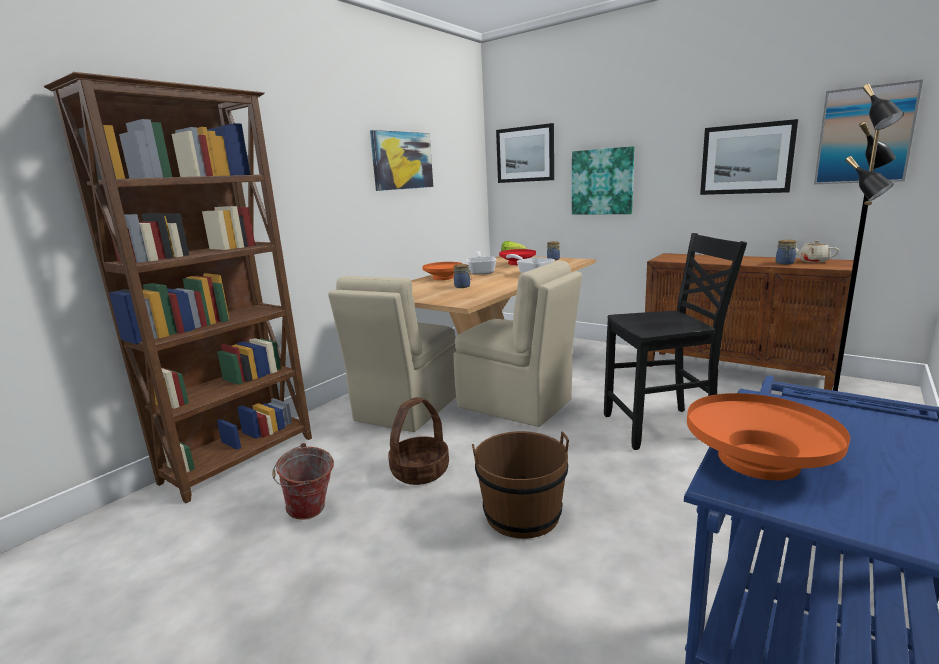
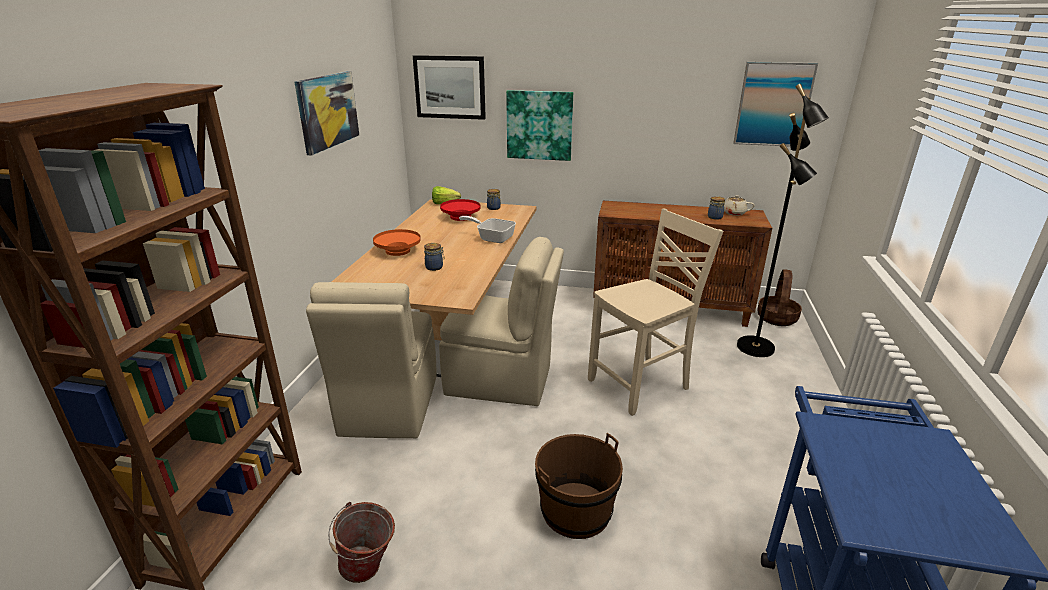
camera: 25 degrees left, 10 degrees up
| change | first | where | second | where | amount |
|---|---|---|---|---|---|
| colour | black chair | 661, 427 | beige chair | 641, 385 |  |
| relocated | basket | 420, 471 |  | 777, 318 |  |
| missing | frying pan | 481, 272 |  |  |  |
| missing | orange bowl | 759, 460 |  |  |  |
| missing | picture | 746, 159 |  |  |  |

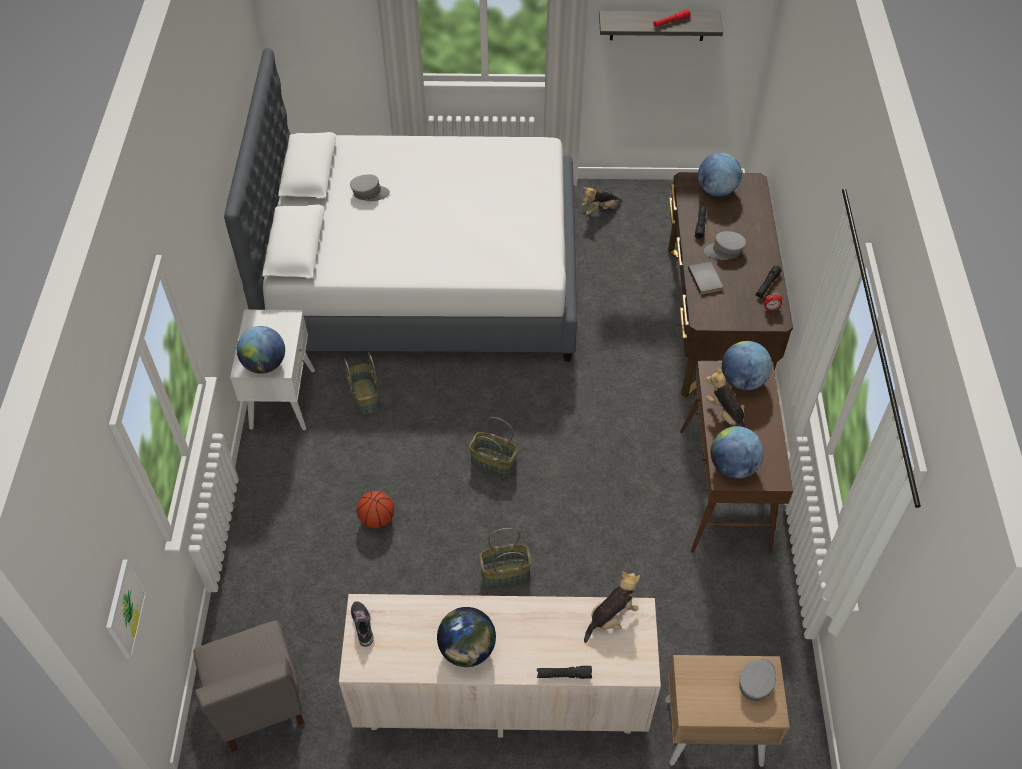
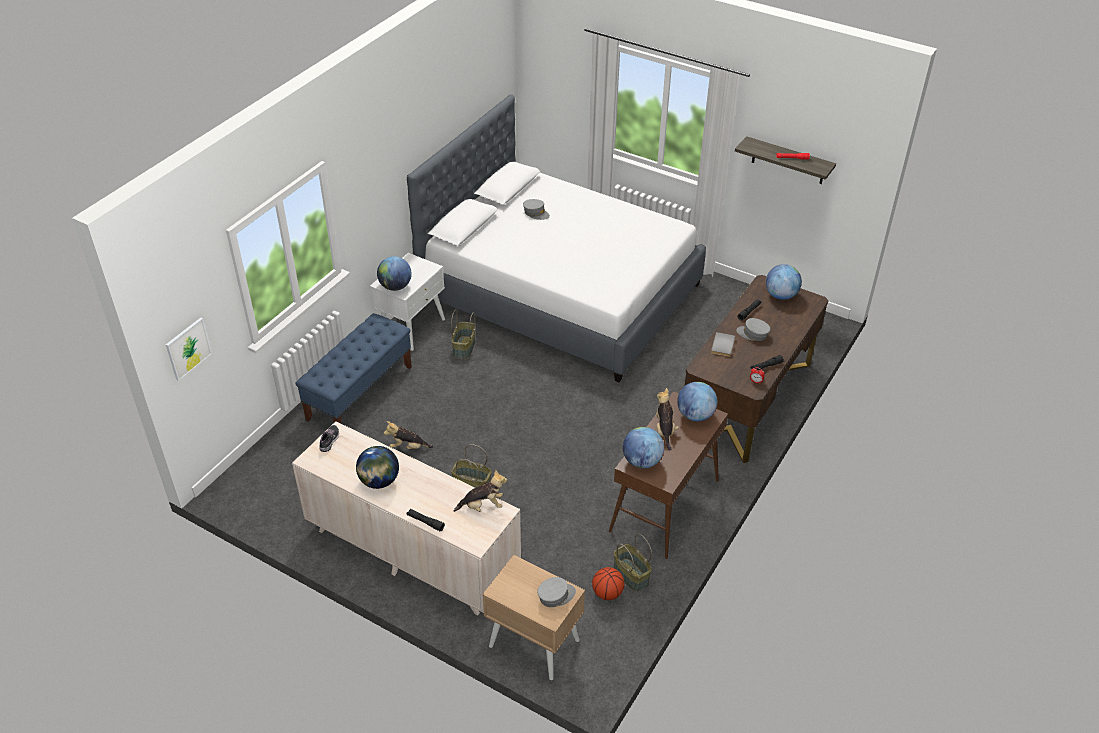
camera: 30 degrees right, 10 degrees down
| change | first | where | second | where | amount |
|---|---|---|---|---|---|
| appeared |  |  | blue bench | 360, 392 |  |
| relocated | plush toy | 599, 209 |  | 408, 447 |  |
| relocated | basketball | 377, 519 |  | 607, 593 |  |
| relocated | basket | 493, 462 |  | 630, 575 |  |
| missing | grey chair | 257, 701 |  |  |  |

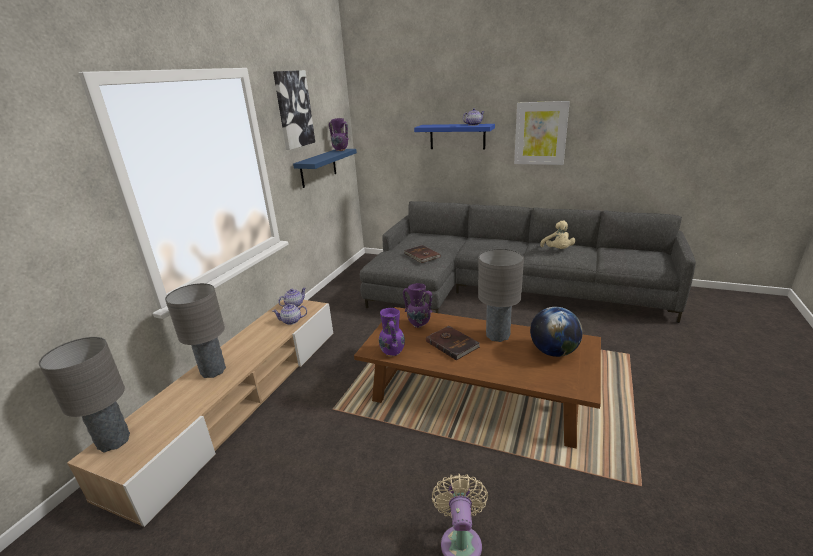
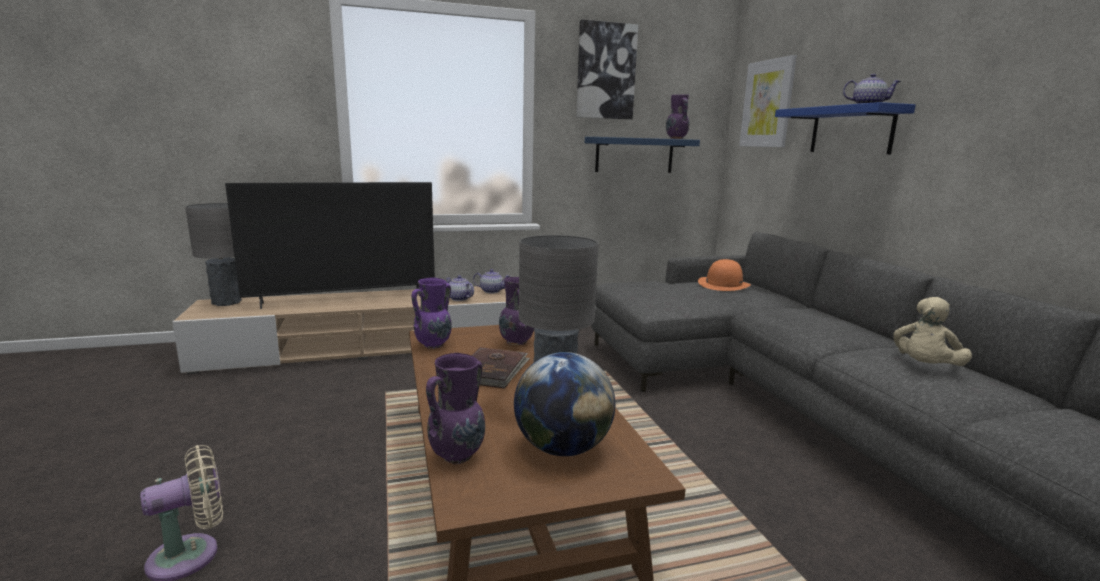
camera: 50 degrees right, 10 degrees down
| change | first | where | second | where | amount |
|---|---|---|---|---|---|
| exchanged | grey table lamp | 213, 371 | television | 344, 299 |  |
| appeared |  |  | purple vase | 458, 456 |  |
| appeared |  |  | orange hat | 723, 284 |  |
| relocated | picture | 540, 133 |  | 767, 104 |  |
| missing | brown book | 421, 256 |  |  |  |

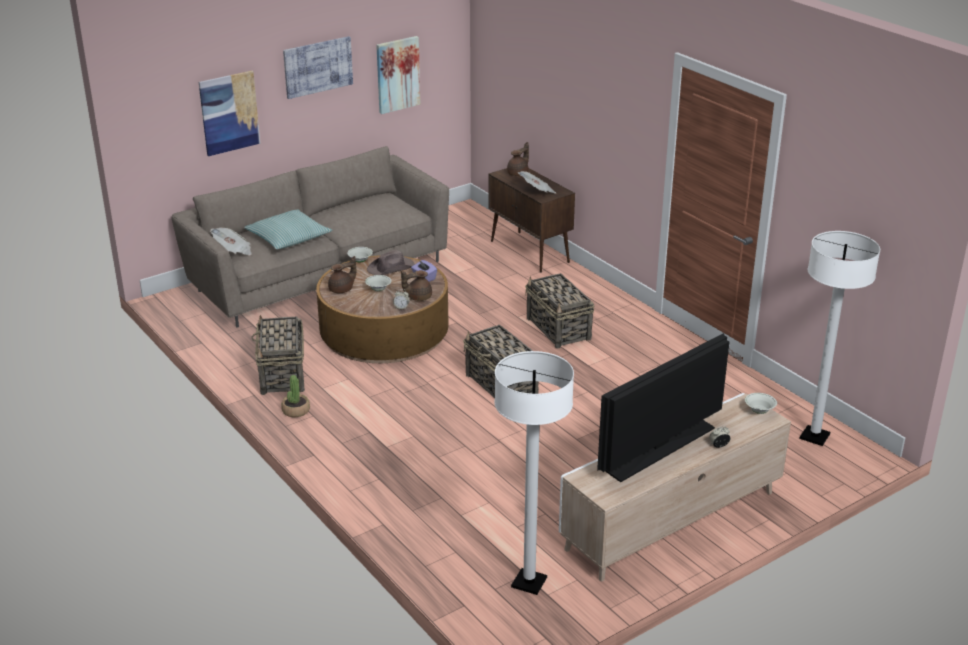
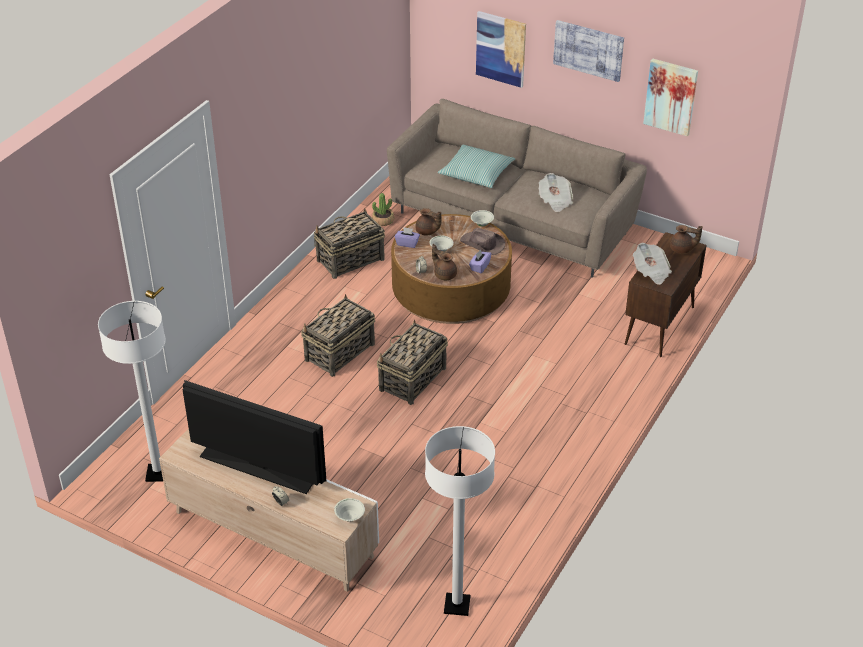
camera: 65 degrees right, 10 degrees up
| change | first | where | second | where | amount |
|---|---|---|---|---|---|
| relocated | basket | 558, 329 |  | 339, 352 |  |
| relocated | potted plant | 296, 410 |  | 383, 220 |  |
| appeared |  |  | purple tissue box | 407, 243 |  |
| relocated | newspaper | 233, 251 |  | 555, 201 |  |

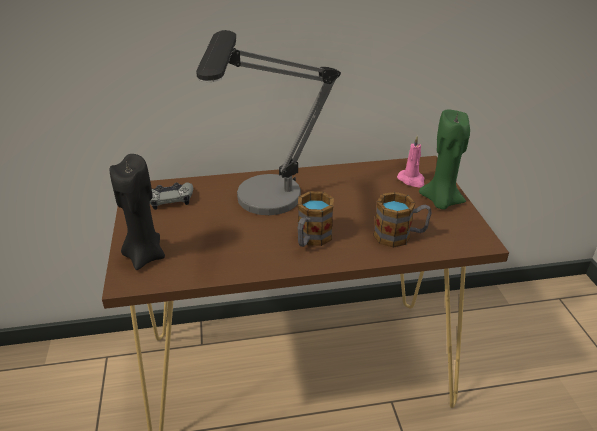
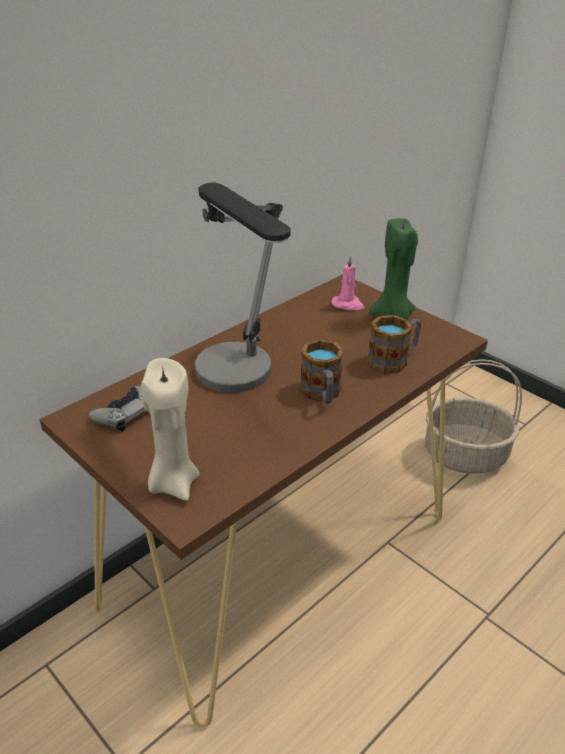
camera: 35 degrees left, 0 degrees up
| change | first | where | second | where | amount |
|---|---|---|---|---|---|
| colour | black candle | 145, 256 | beige candle | 173, 483 |  |
| appeared |  |  | basket | 465, 454 |  |

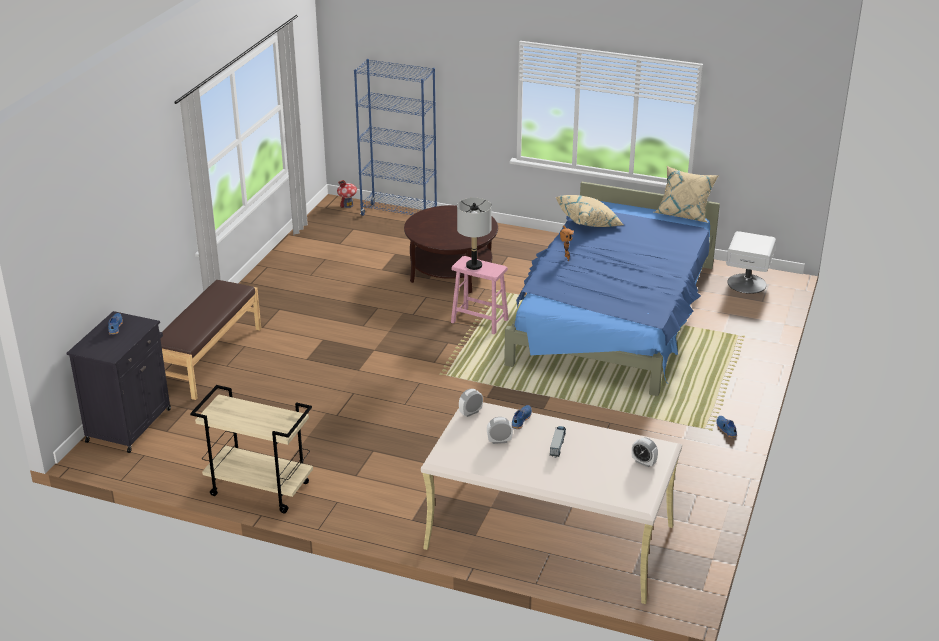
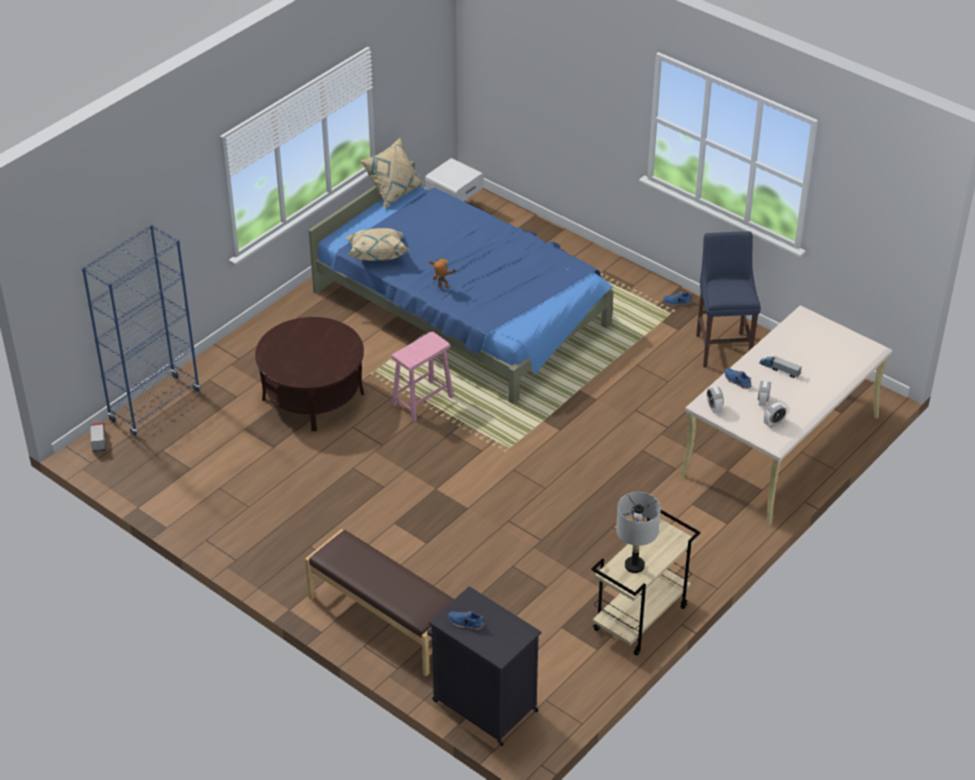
camera: 70 degrees left, 10 degrees up
| change | first | where | second | where | amount |
|---|---|---|---|---|---|
| exchanged | toy house | 347, 205 | toy truck | 99, 442 |  |
| relocated | grey table lamp | 474, 265 |  | 634, 566 |  |
| appeared |  |  | blue stool | 723, 347 |  |
| relocated | alarm clock | 643, 462 |  | 773, 423 |  |

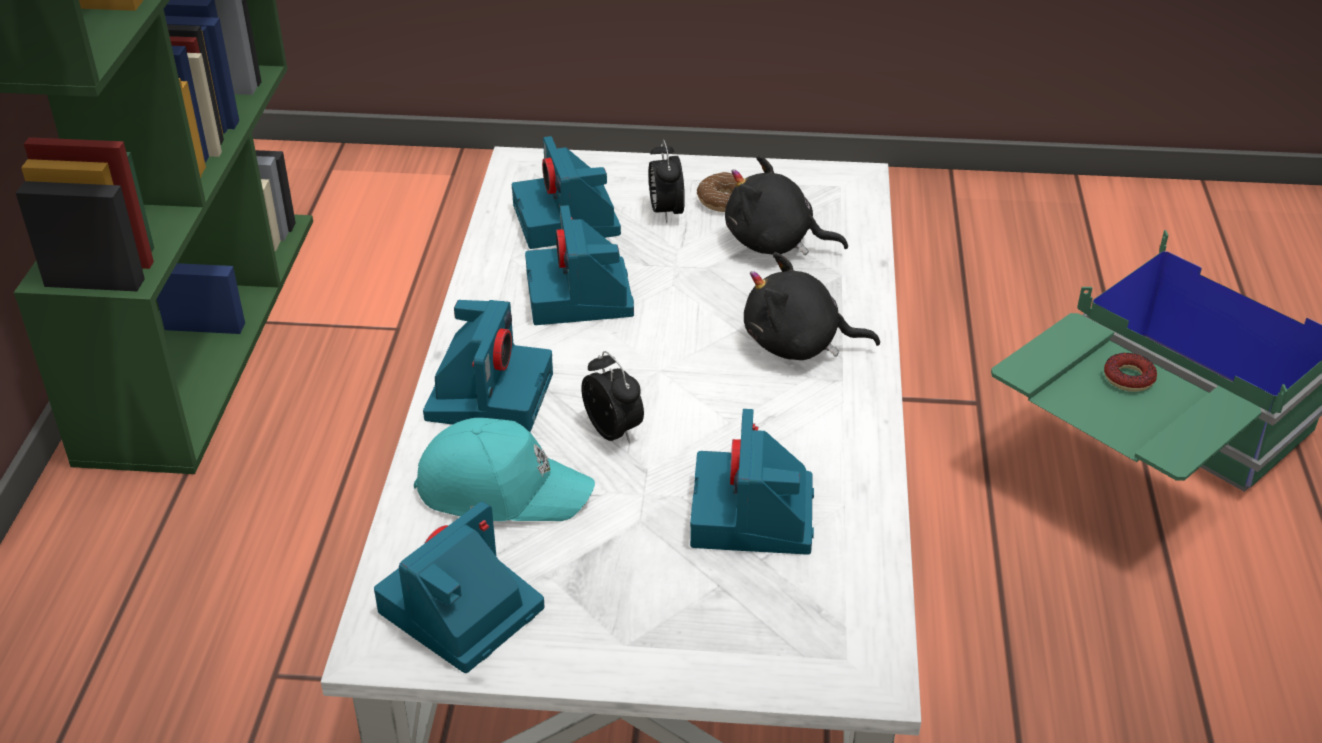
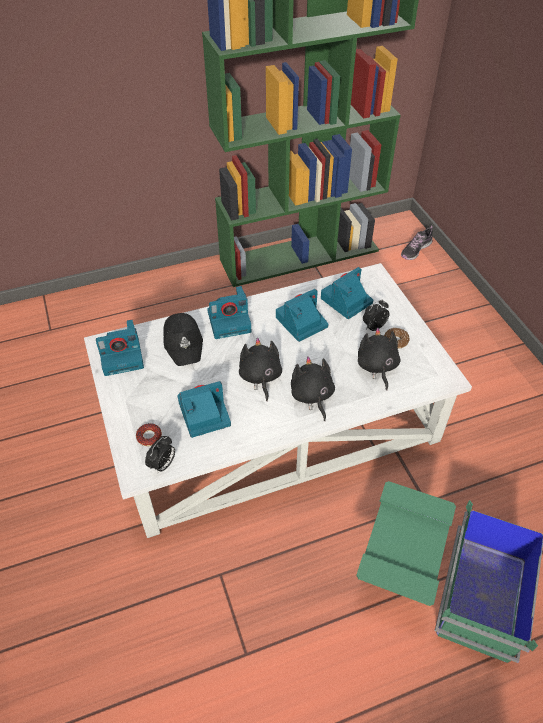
camera: 65 degrees right, 10 degrees up
| change | first | where | second | where | amount |
|---|---|---|---|---|---|
| spun | photo camera | 459, 612 |  | 123, 356 | 150 degrees clockwise |
| relocated | donut | 1128, 378 |  | 149, 437 |  |
| relocated | alarm clock | 614, 431 |  | 162, 465 |  |
| colour | turquoise cap | 502, 489 | black cap | 184, 343 |  |
| appeared |  |  | black plush toy | 260, 377 |  |
| appeared |  |  | shoe | 415, 250 |  |

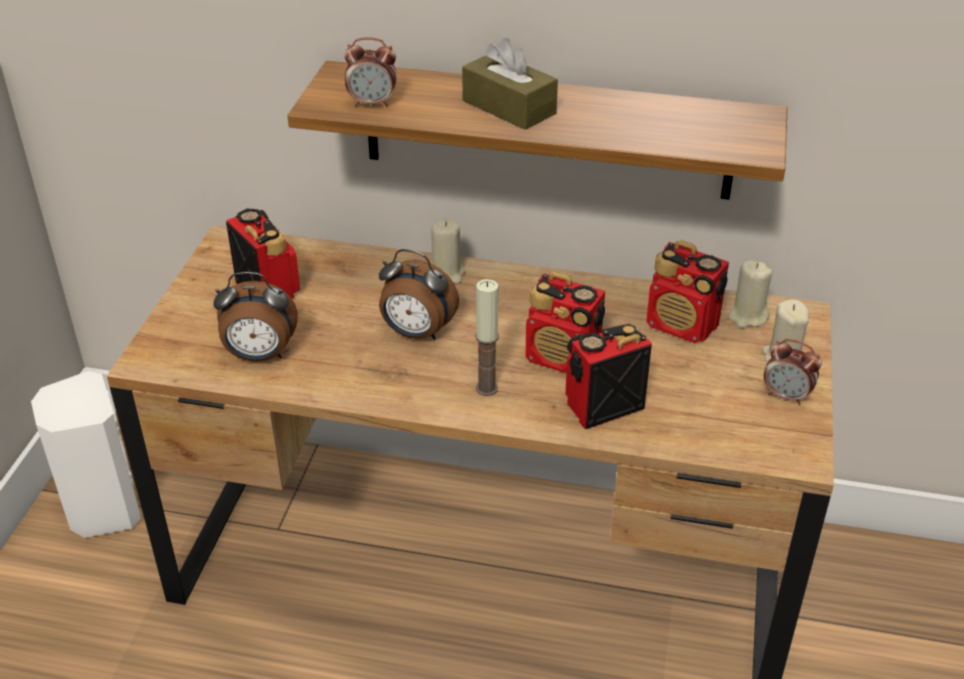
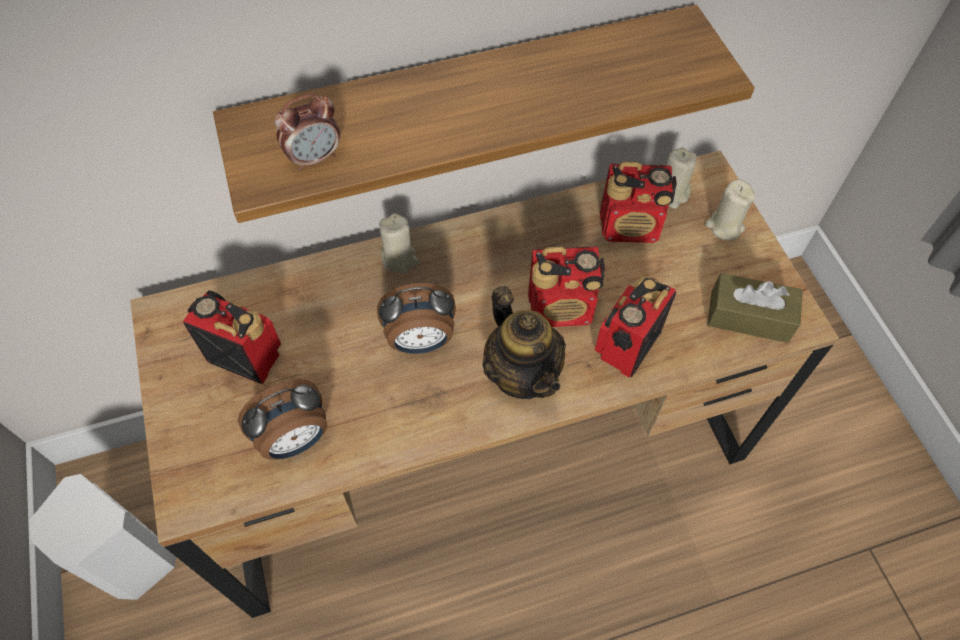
camera: 30 degrees left, 20 degrees up
| change | first | where | second | where | amount |
|---|---|---|---|---|---|
| exchanged | candle | 486, 388 | teapot | 522, 374 |  |
| relocated | brown tissue box | 509, 107 |  | 749, 317 |  |
| missing | alarm clock | 786, 396 |  |  |  |

